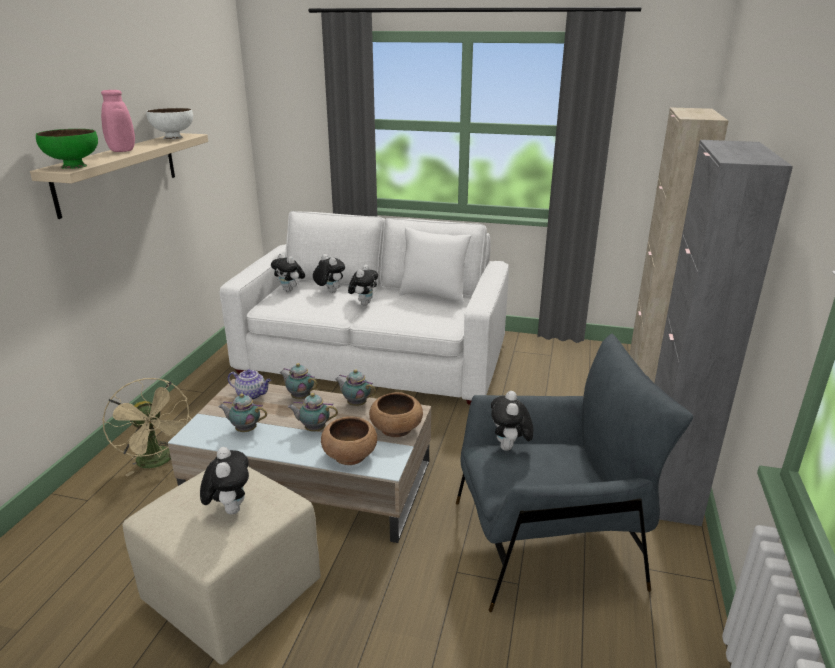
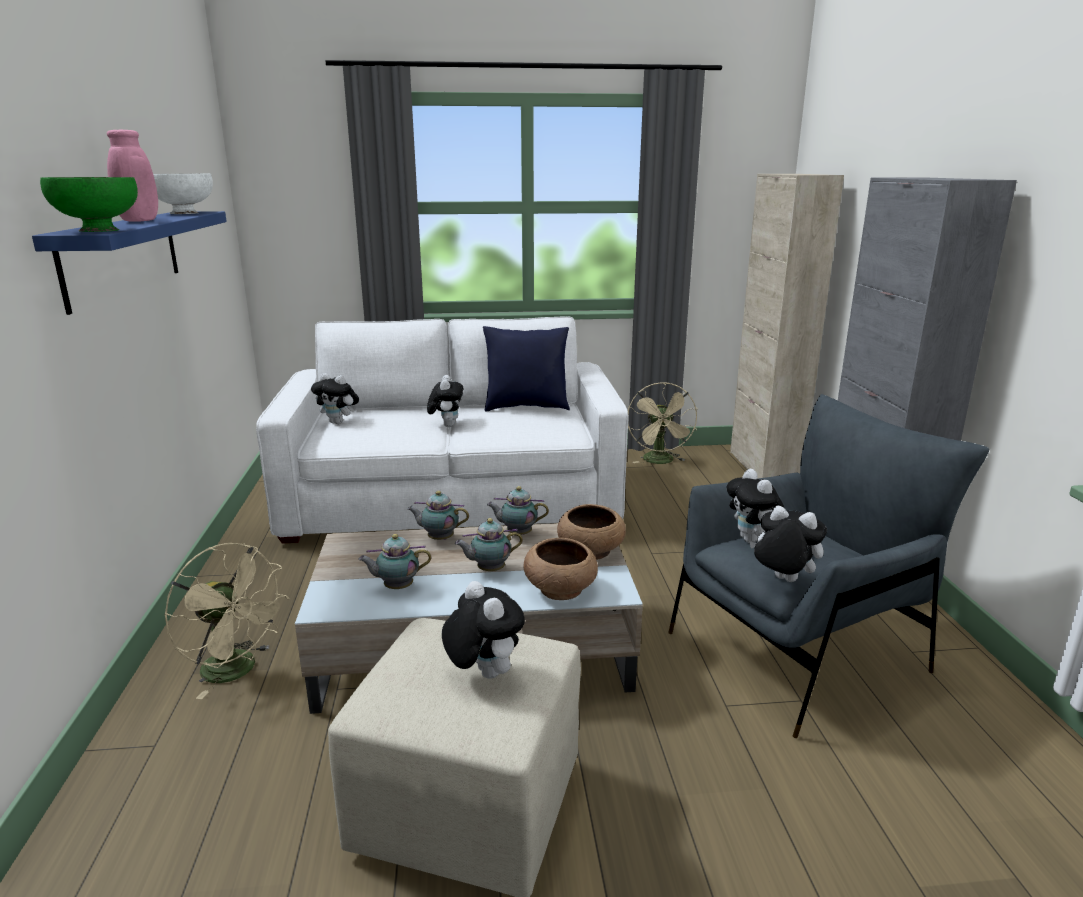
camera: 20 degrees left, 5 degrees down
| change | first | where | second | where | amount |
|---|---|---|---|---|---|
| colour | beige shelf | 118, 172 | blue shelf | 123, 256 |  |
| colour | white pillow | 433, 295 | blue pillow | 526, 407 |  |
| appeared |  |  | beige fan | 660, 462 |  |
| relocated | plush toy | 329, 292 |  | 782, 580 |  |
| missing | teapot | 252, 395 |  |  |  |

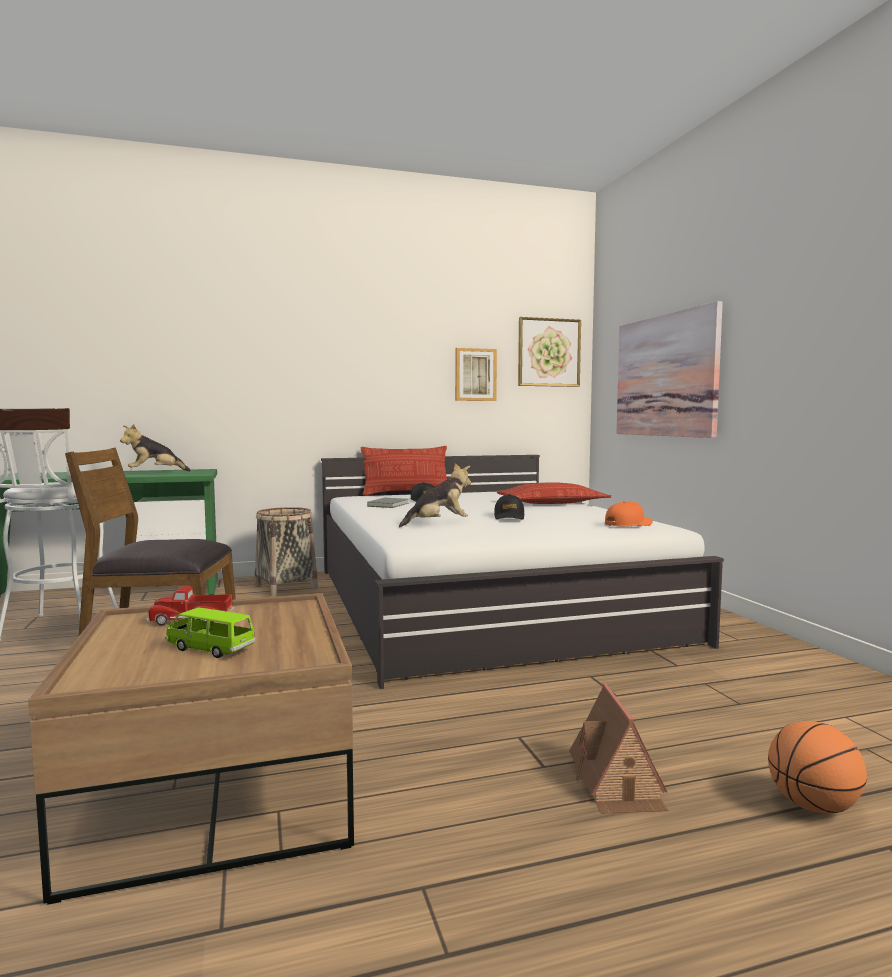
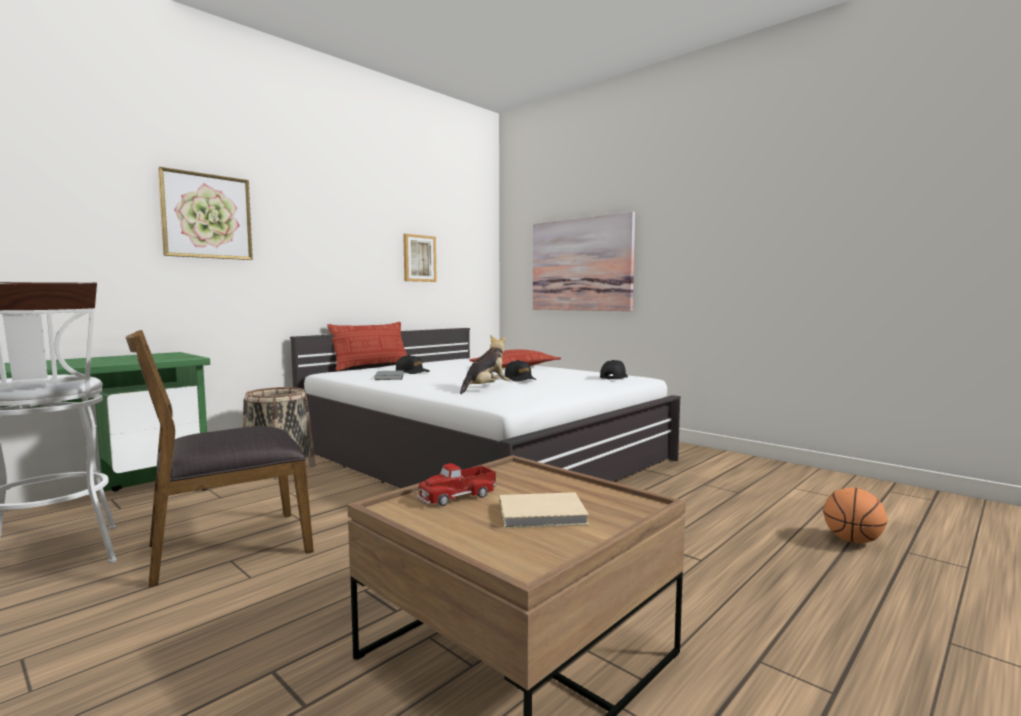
camera: 30 degrees left, 0 degrees up
| change | first | where | second | where | amount |
|---|---|---|---|---|---|
| relocated | picture | 549, 352 |  | 207, 216 |  |
| exchanged | green toy car | 210, 649 | beige book | 544, 514 |  |
| colour | orange cap | 628, 524 | black cap | 614, 377 |  |
| missing | plush toy | 154, 472 |  |  |  |
| missing | toy house | 617, 783 |  |  |  |

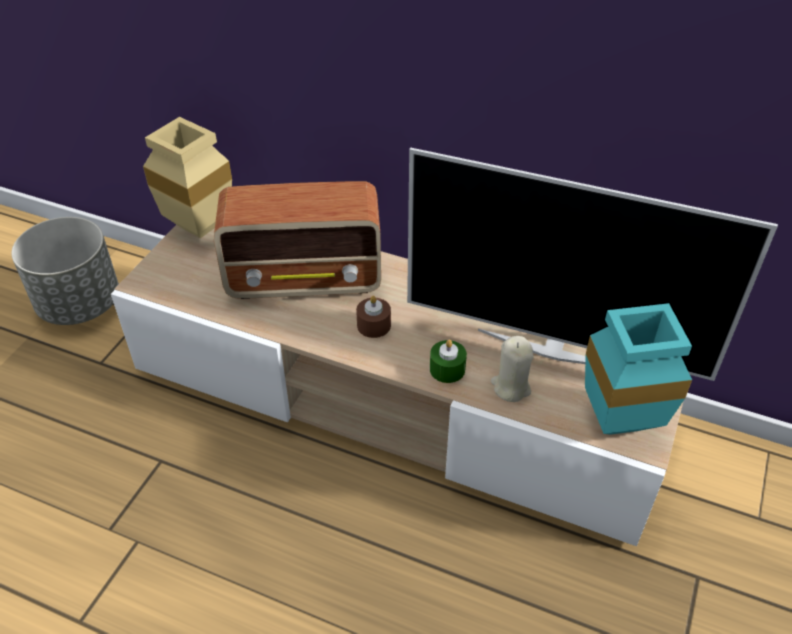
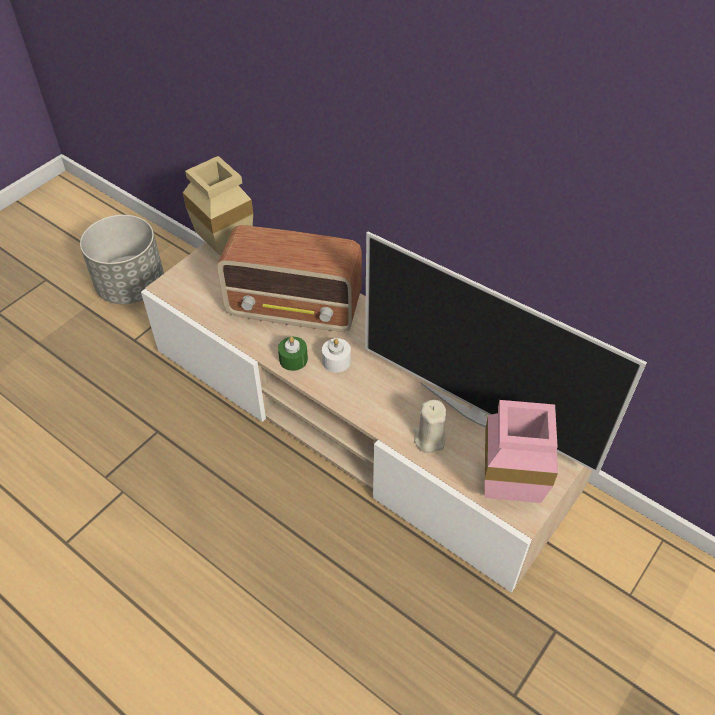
camera: 15 degrees right, 5 degrees up
| change | first | where | second | where | amount |
|---|---|---|---|---|---|
| relocated | green candle | 447, 369 |  | 293, 359 |  |
| colour | brown candle | 374, 325 | white candle | 336, 361 |  |
| colour | turquoise vase | 623, 419 | pink vase | 512, 488 |  |

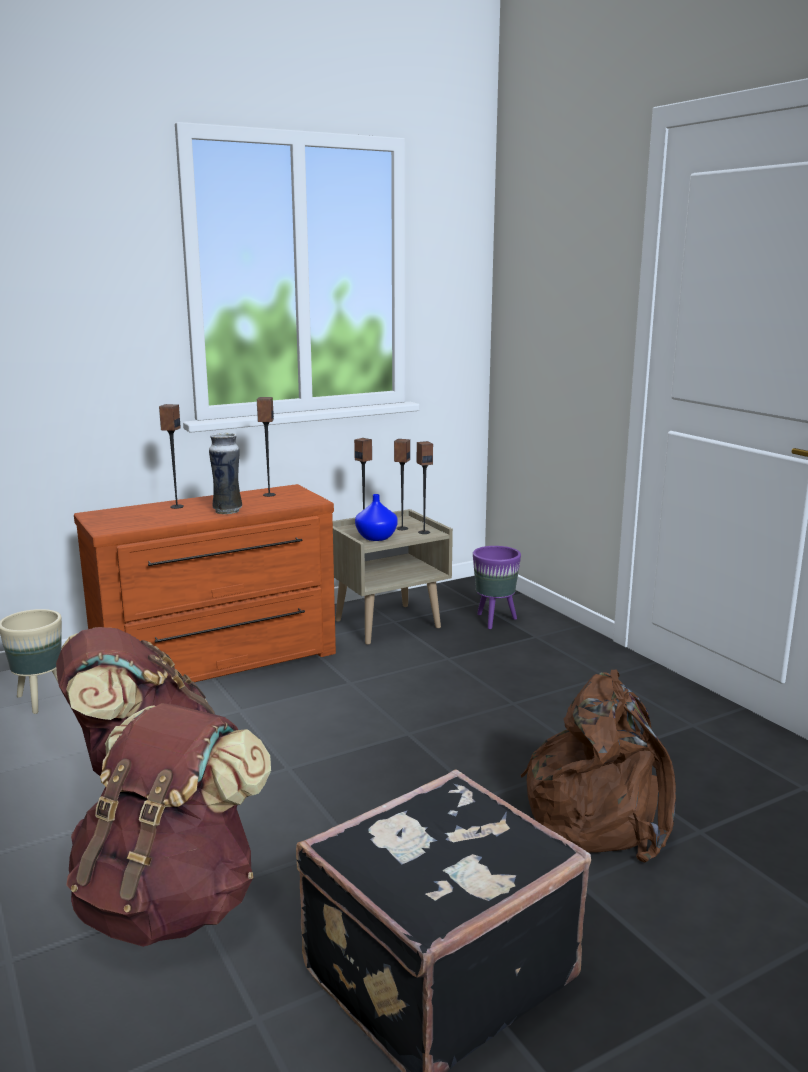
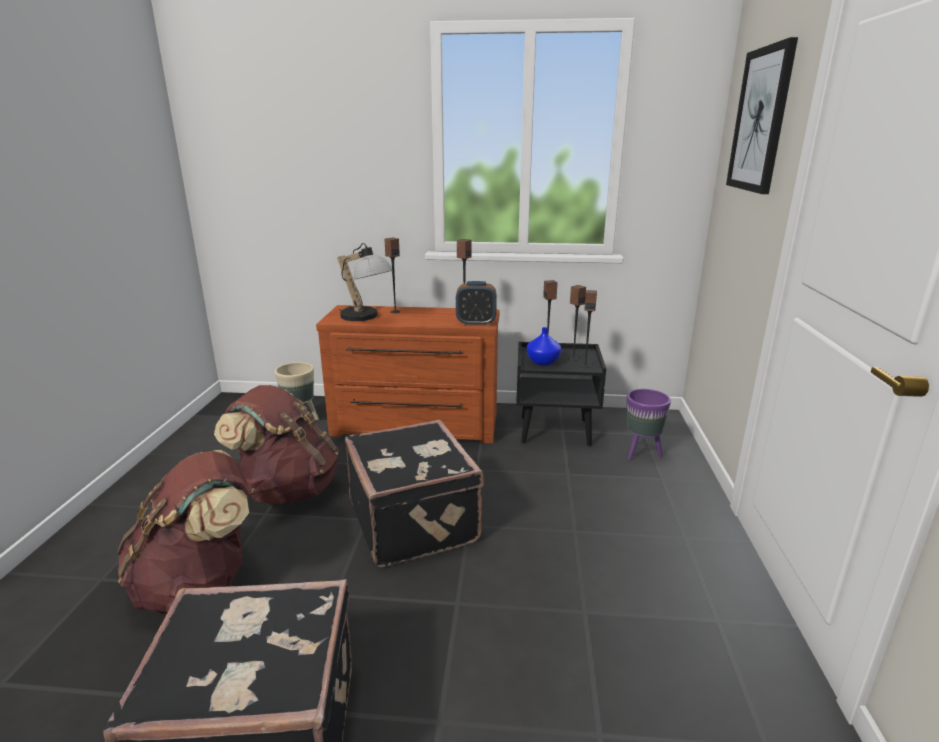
camera: 35 degrees right, 5 degrees up
| change | first | where | second | where | amount |
|---|---|---|---|---|---|
| appeared |  |  | table lamp | 366, 318 |  |
| appeared |  |  | black suitcase | 415, 521 |  |
| appeared |  |  | alarm clock | 476, 323 |  |
| colour | beige nightstand | 388, 623 | black nightstand | 555, 430 |  |
| appeared |  |  | picture | 760, 120 |  |
| missing | vase | 227, 511 |  |  |  |
| missing | brown backpack | 600, 813 |  |  |  |

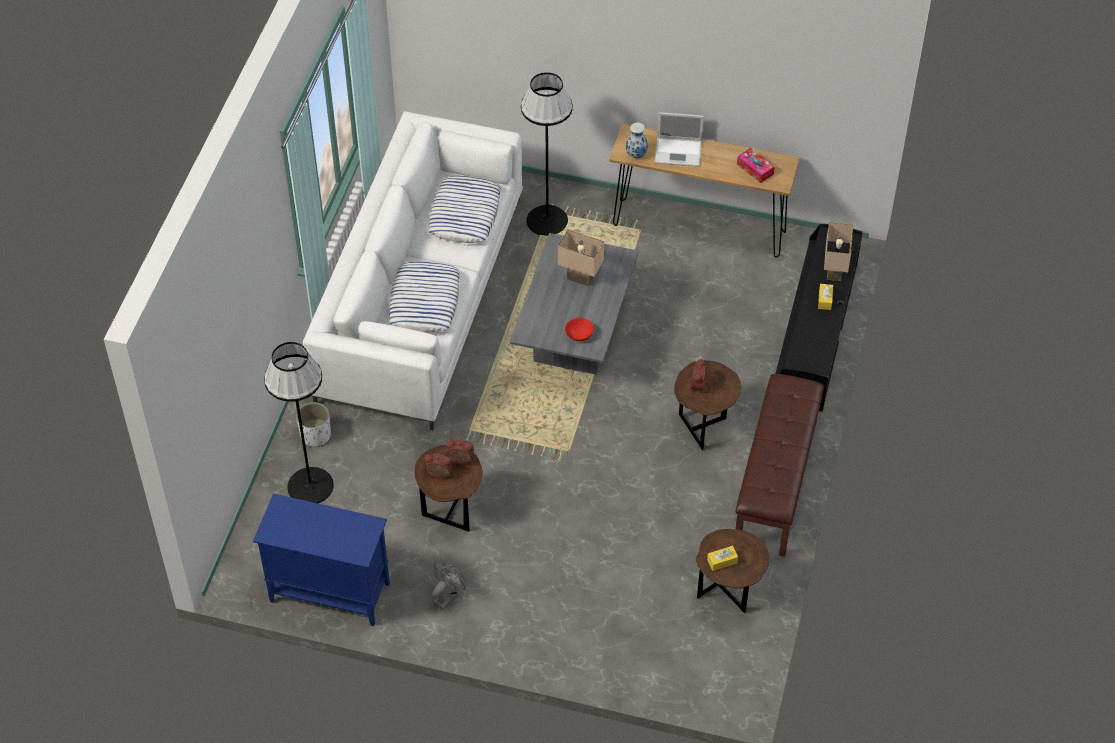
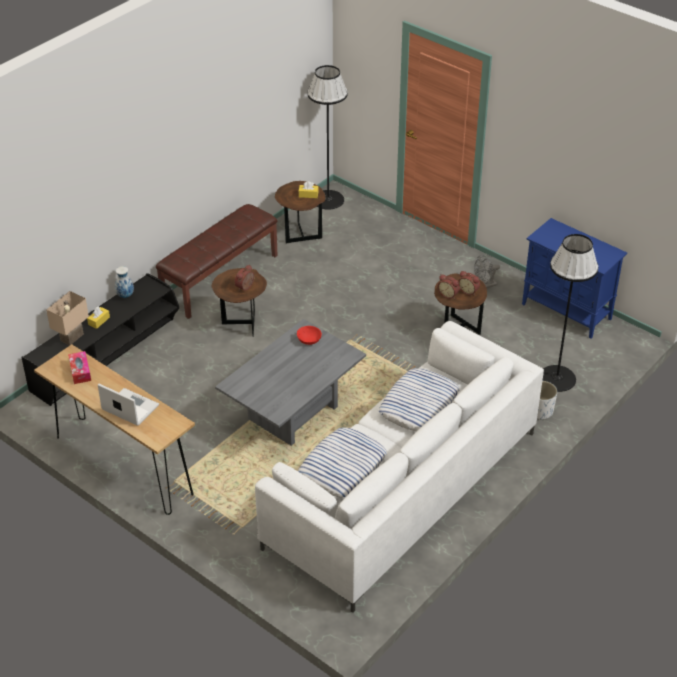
camera: 155 degrees left, 10 degrees down
| change | first | where | second | where | amount |
|---|---|---|---|---|---|
| relocated | vase | 636, 155 |  | 125, 295 |  |
| relocated | black floor lamp | 547, 220 |  | 328, 199 |  |
| missing | beige table lamp | 579, 278 |  |  |  |

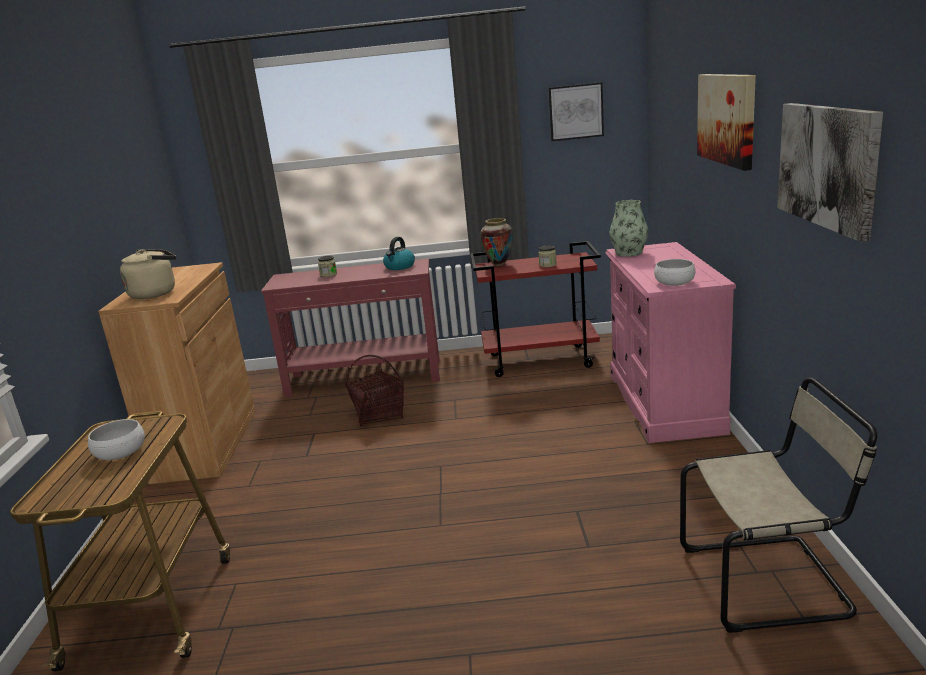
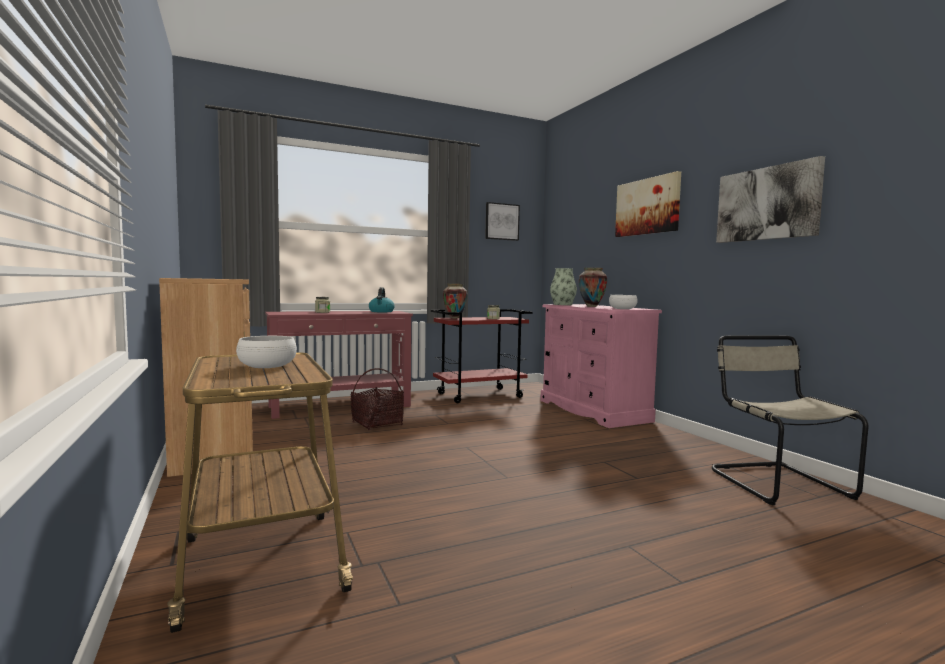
camera: 25 degrees left, 15 degrees down
| change | first | where | second | where | amount |
|---|---|---|---|---|---|
| appeared |  |  | vase | 591, 306 |  |
| spun | beige chair | 769, 581 |  | 775, 482 | 75 degrees counterclockwise |
| missing | beige kettle | 156, 293 |  |  |  |

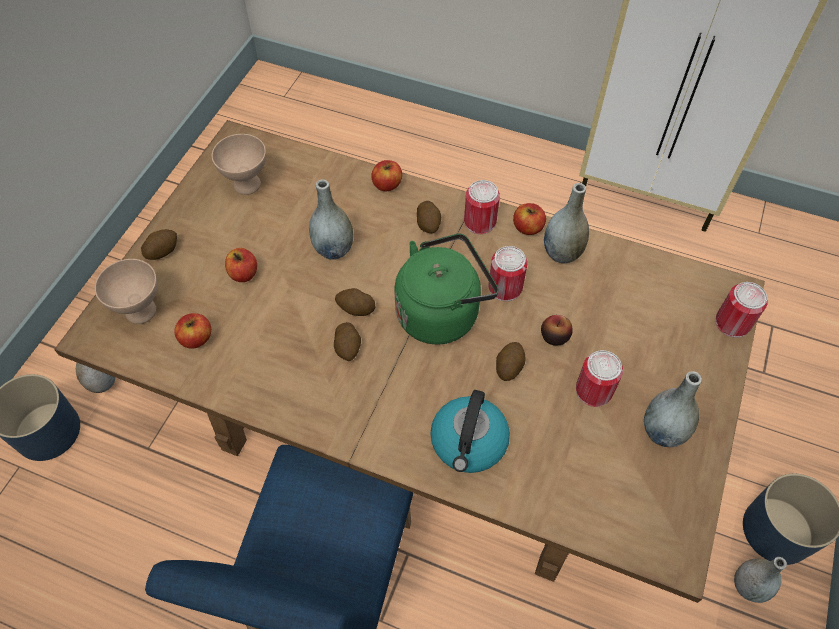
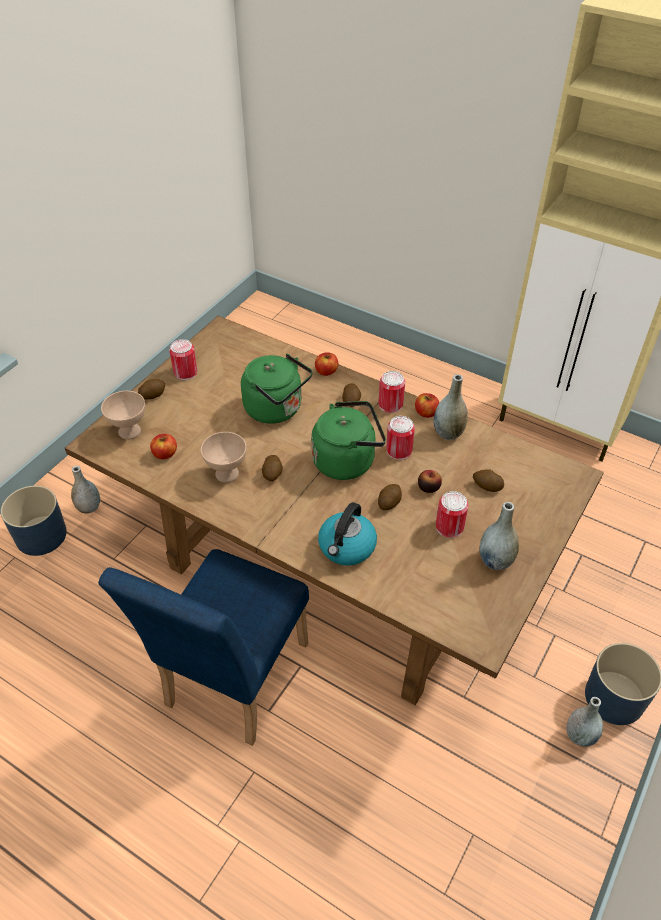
camera: 10 degrees right, 10 degrees down
| change | first | where | second | where | amount |
|---|---|---|---|---|---|
| relocated | can | 732, 323 |  | 185, 372 |  |
| relocated | beige bowl | 248, 185 |  | 227, 474 |  |
| exchanged | grey vase | 333, 249 | green kettle | 276, 409 |  |
| relocated | potato | 355, 309 |  | 487, 486 |  |
| missing | apple | 244, 273 |  |  |  |

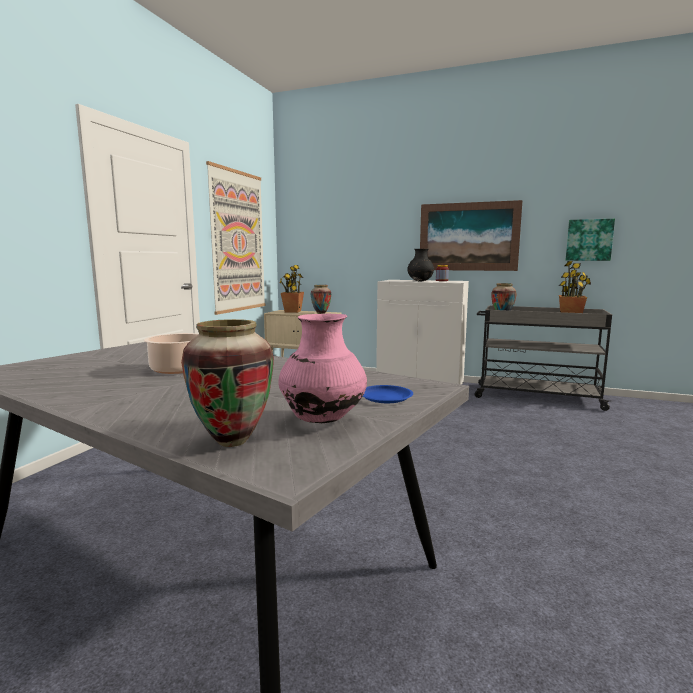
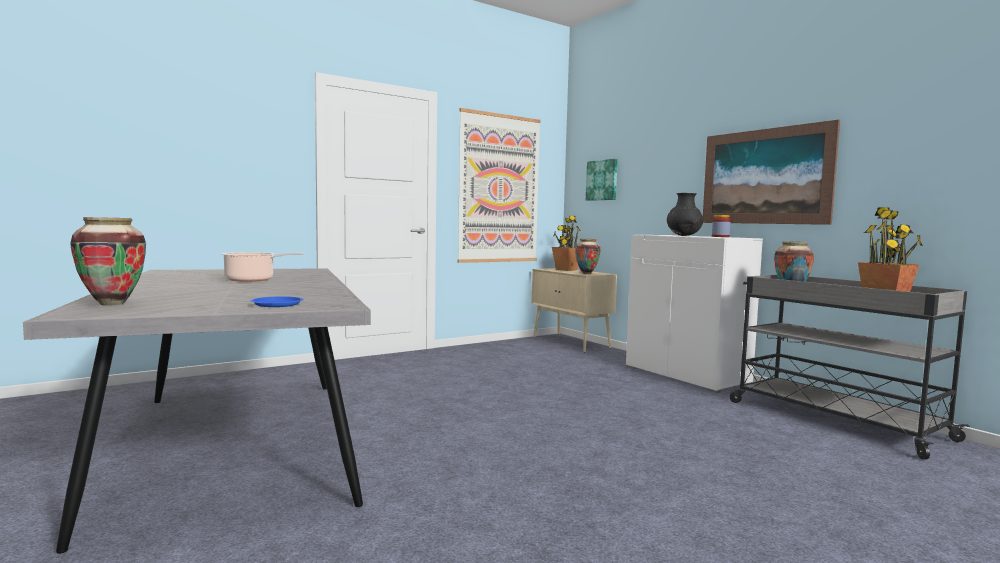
camera: 35 degrees right, 5 degrees down
| change | first | where | second | where | amount |
|---|---|---|---|---|---|
| relocated | picture | 589, 240 |  | 602, 180 |  |
| missing | pink vase | 322, 420 |  |  |  |

